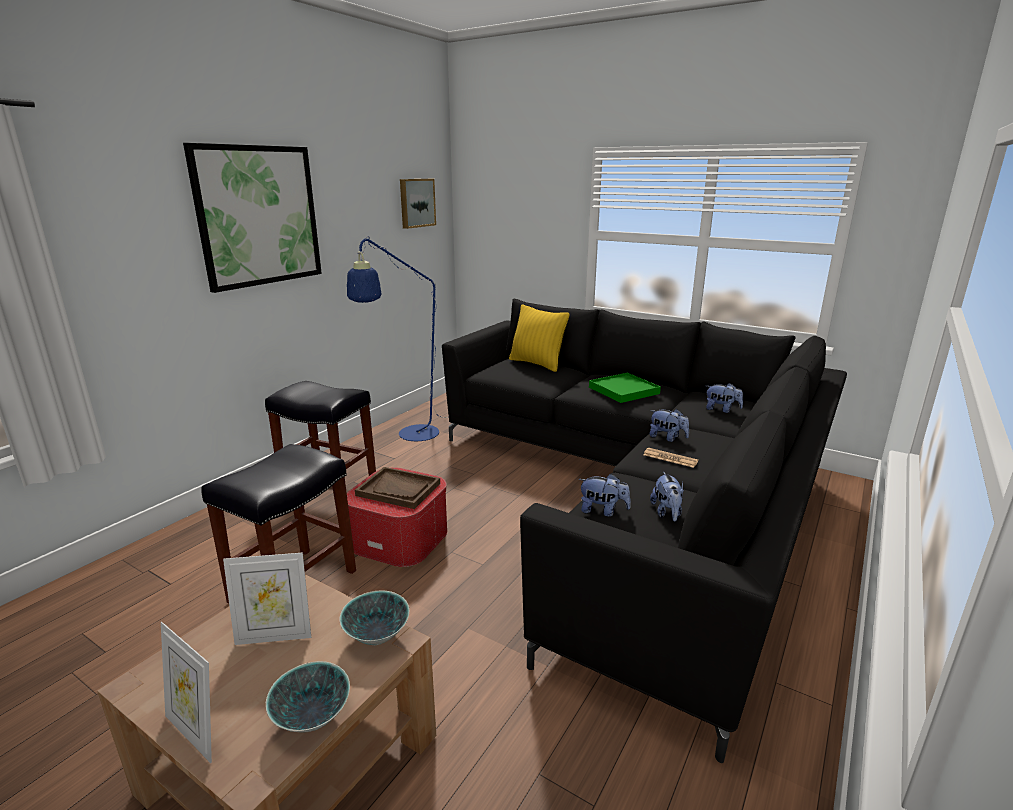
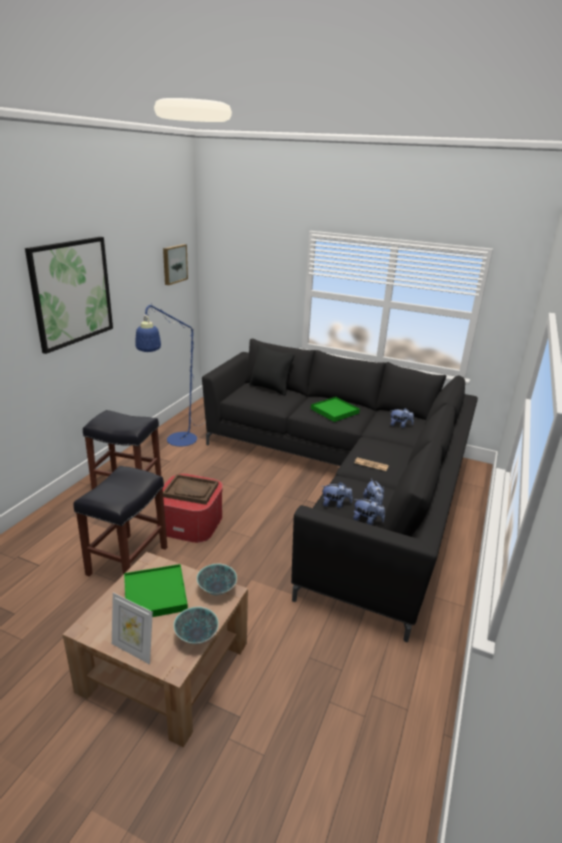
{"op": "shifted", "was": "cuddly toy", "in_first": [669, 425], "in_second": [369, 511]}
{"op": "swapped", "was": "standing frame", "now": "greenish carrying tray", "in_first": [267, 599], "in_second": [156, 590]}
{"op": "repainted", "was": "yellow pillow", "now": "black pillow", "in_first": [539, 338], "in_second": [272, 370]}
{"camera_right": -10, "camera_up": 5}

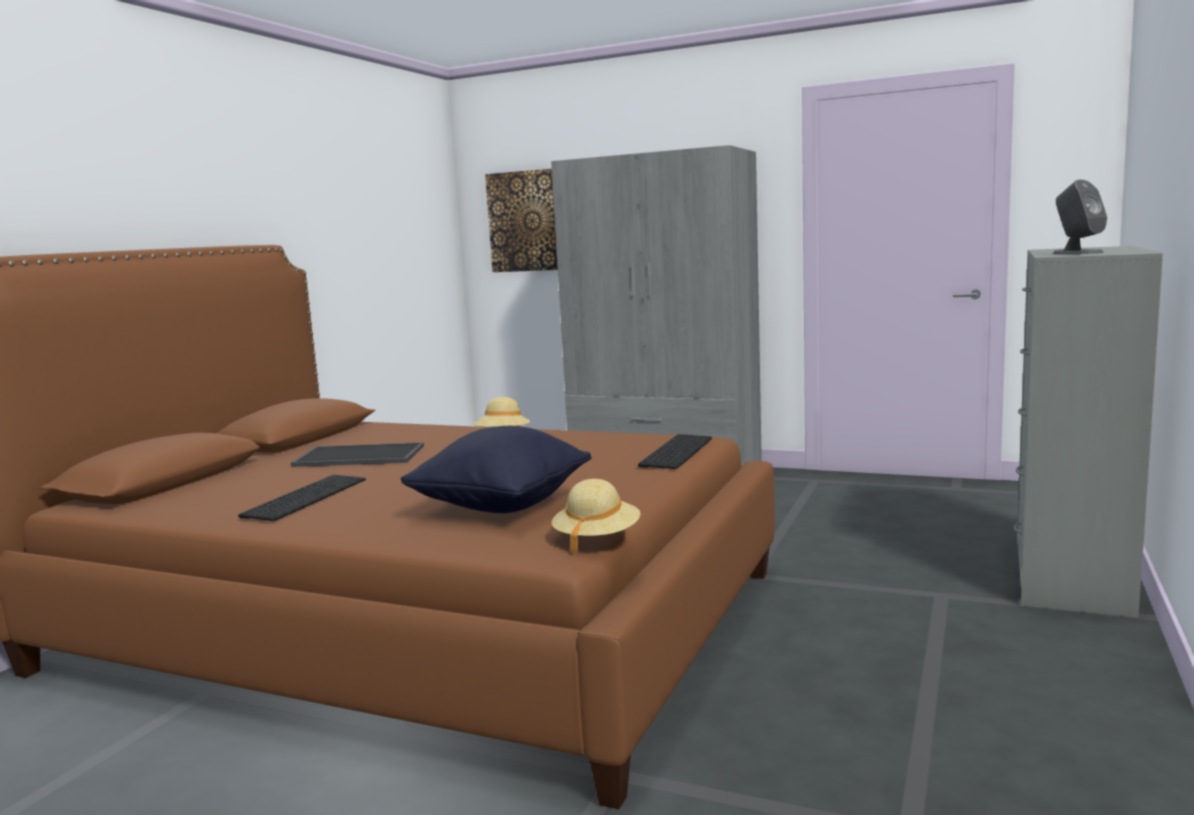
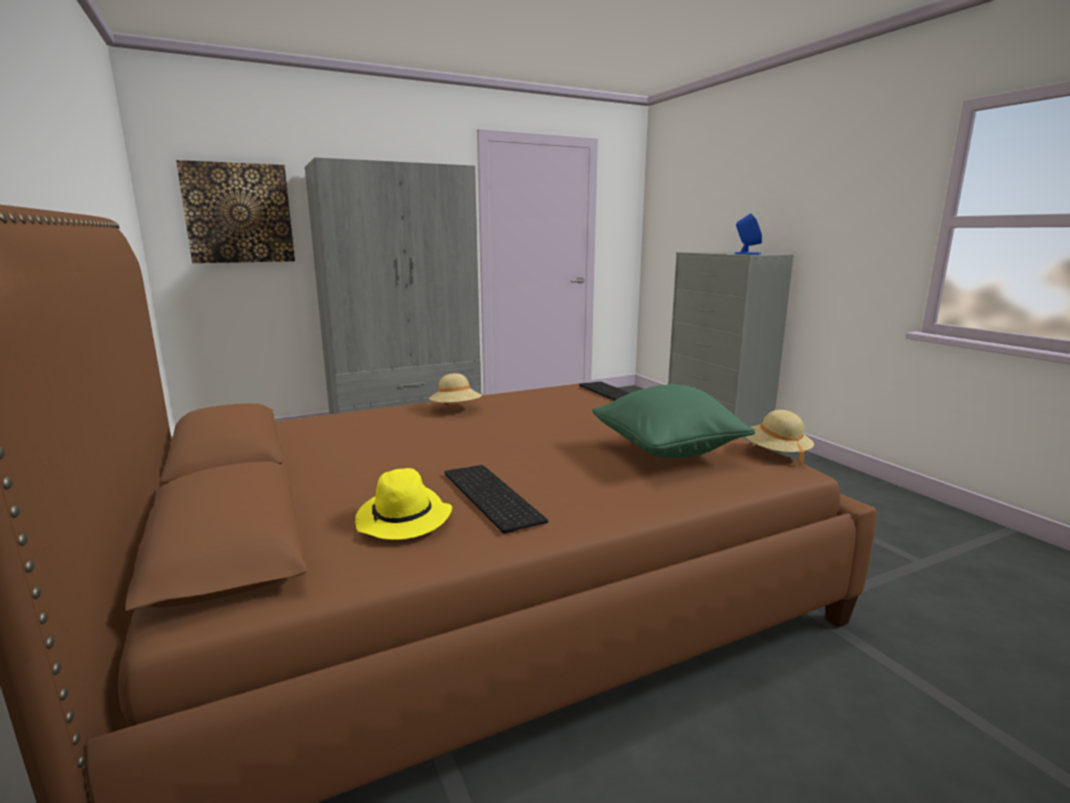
{"op": "gone", "was": "carrying tray", "in_first": [357, 454]}
{"op": "new", "now": "yellow hat", "in_second": [403, 504]}
{"op": "repainted", "was": "black pillow", "now": "greenish pillow", "in_first": [496, 469], "in_second": [673, 421]}
{"op": "repainted", "was": "gray audio speaker", "now": "blue-coloured audio speaker", "in_first": [1080, 216], "in_second": [748, 233]}
{"camera_right": -50, "camera_up": 5}

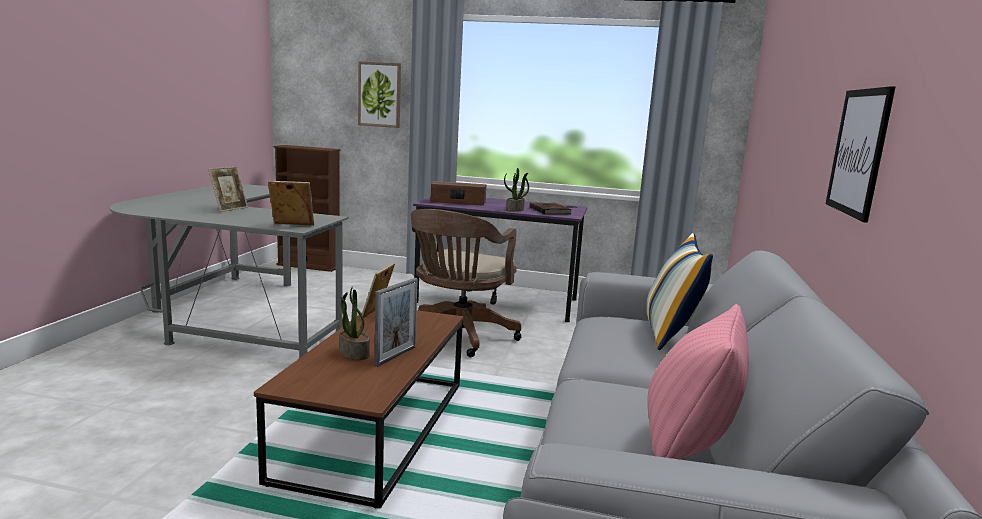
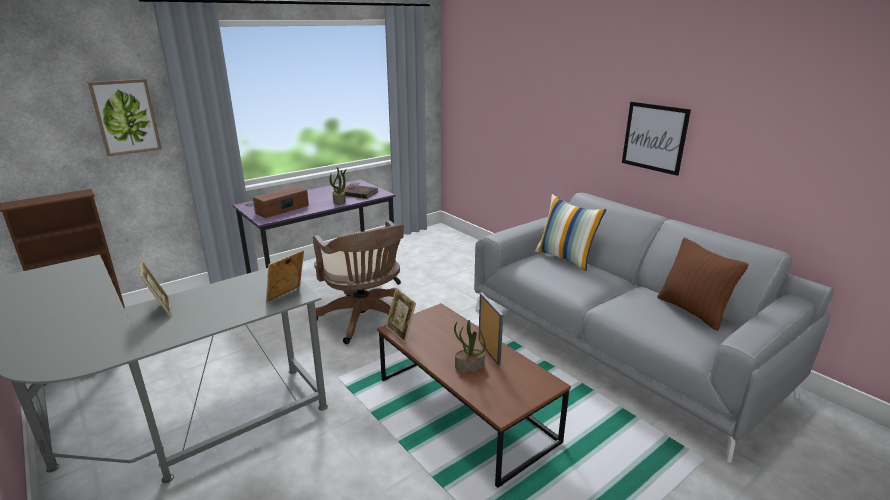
{"op": "repainted", "was": "pinkish pillow", "now": "brown pillow", "in_first": [698, 382], "in_second": [703, 284]}
{"camera_right": -50, "camera_up": 10}

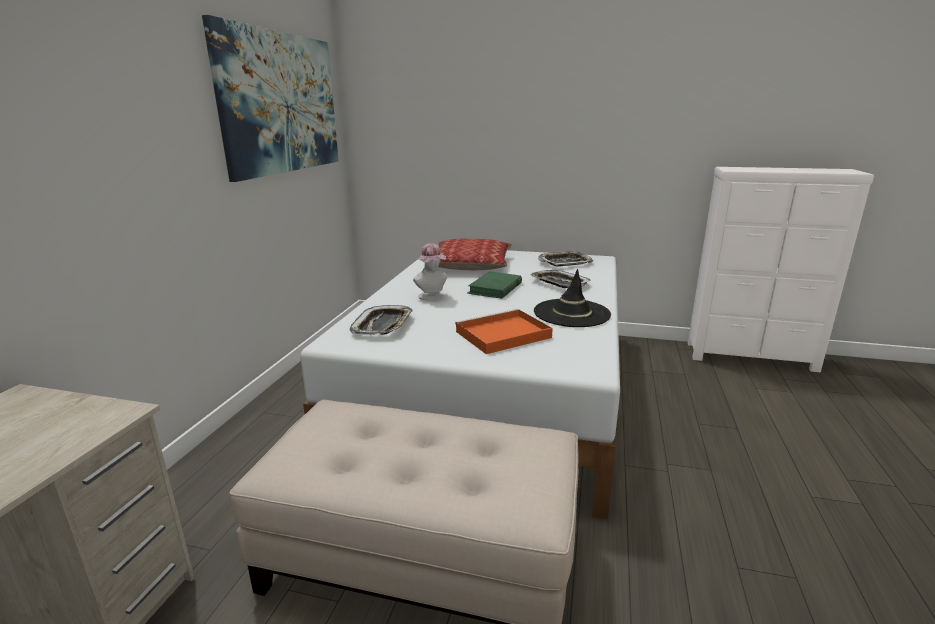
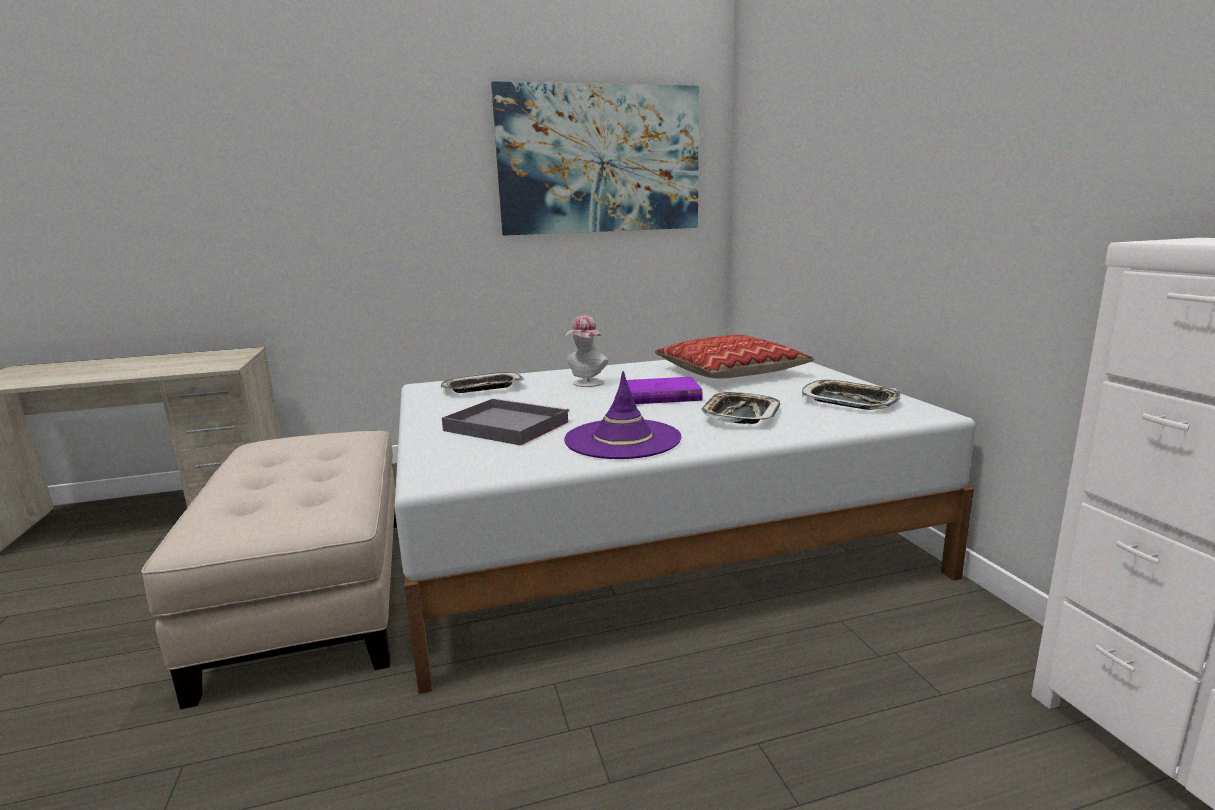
{"op": "repainted", "was": "orangey carrying tray", "now": "gray carrying tray", "in_first": [504, 331], "in_second": [506, 422]}
{"op": "repainted", "was": "greenish volume", "now": "purplish volume", "in_first": [495, 285], "in_second": [665, 390]}
{"op": "repainted", "was": "black hat", "now": "purplish hat", "in_first": [572, 298], "in_second": [623, 415]}
{"camera_right": 60, "camera_up": -5}

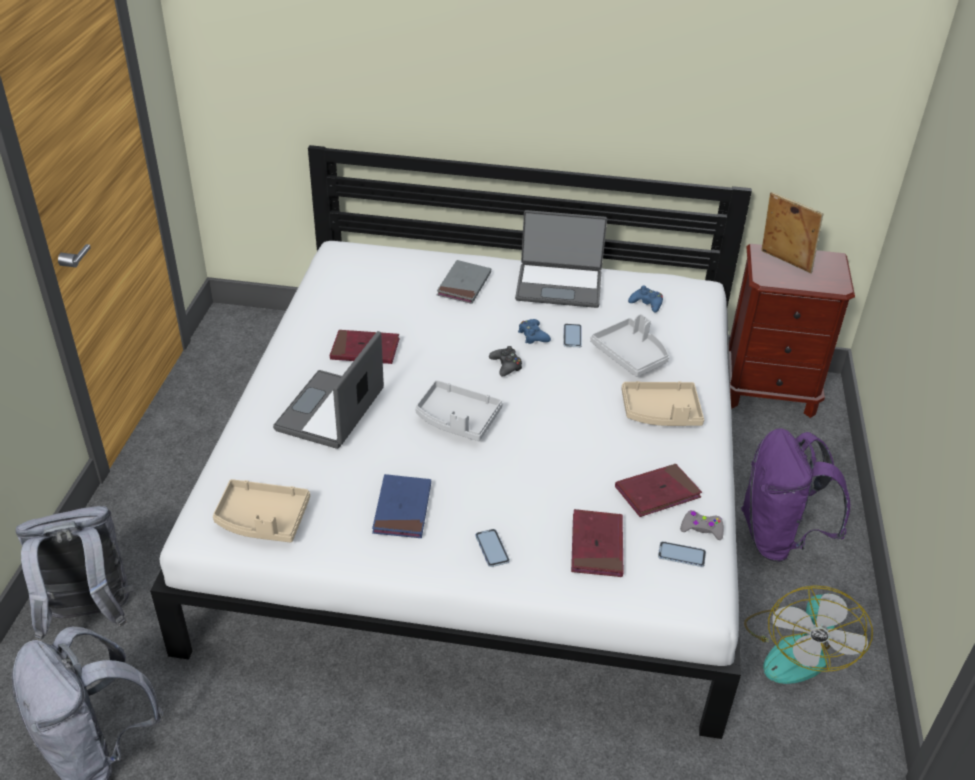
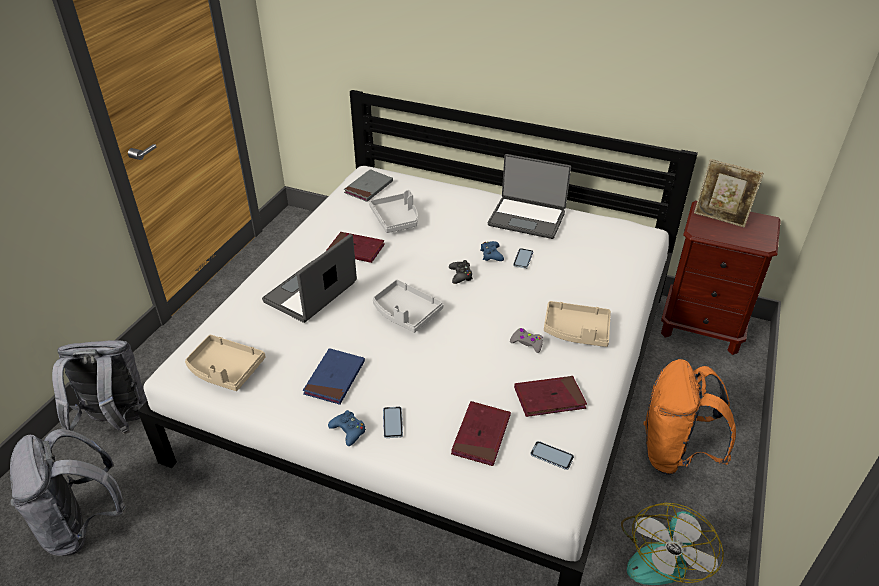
{"op": "shifted", "was": "gray volume", "in_first": [464, 282], "in_second": [368, 185]}
{"op": "shifted", "was": "gray carrying tray", "in_first": [629, 345], "in_second": [393, 211]}
{"op": "shifted", "was": "blue-coloured joypad", "in_first": [645, 298], "in_second": [347, 428]}
{"op": "shifted", "was": "gray joypad", "in_first": [702, 525], "in_second": [526, 340]}
{"op": "repainted", "was": "purplish backpack", "now": "orangey backpack", "in_first": [795, 495], "in_second": [689, 417]}
{"op": "rotated", "was": "standing frame", "in_first": [792, 232], "in_second": [729, 193], "clockwise": 150}
{"camera_right": 15, "camera_up": 0}

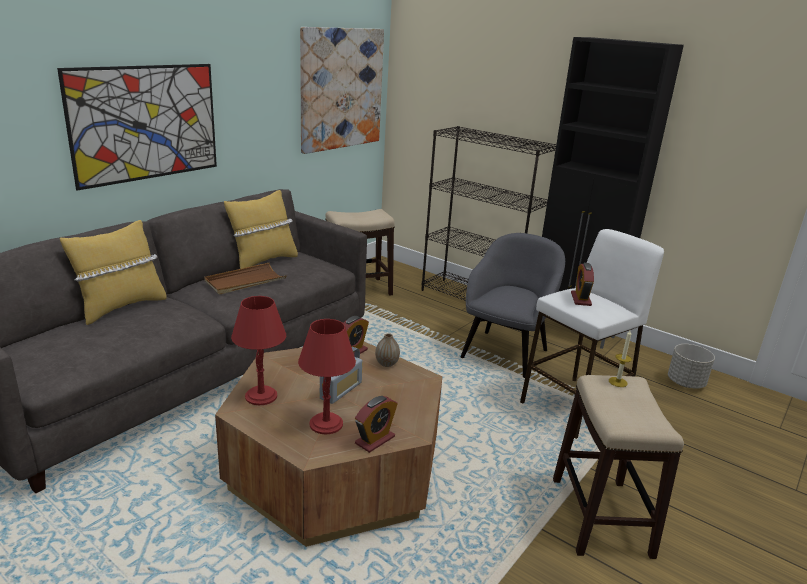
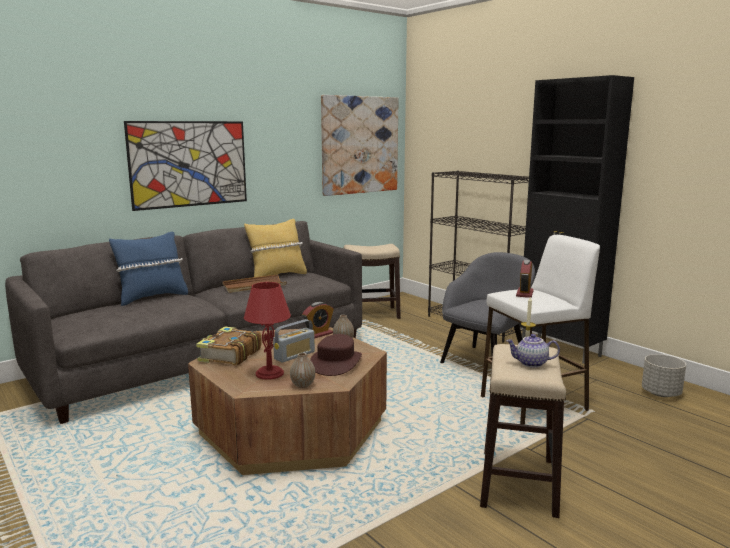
{"op": "new", "now": "brown hat", "in_second": [336, 355]}
{"op": "new", "now": "pot for tea", "in_second": [533, 351]}
{"op": "swapped", "was": "reddish lamp for a table", "now": "volume", "in_first": [258, 350], "in_second": [229, 345]}
{"op": "swapped", "was": "alarm clock", "now": "vase", "in_first": [376, 424], "in_second": [302, 370]}
{"op": "repainted", "was": "yellow pillow", "now": "blue-coloured pillow", "in_first": [113, 272], "in_second": [148, 269]}
{"camera_right": 15, "camera_up": -10}

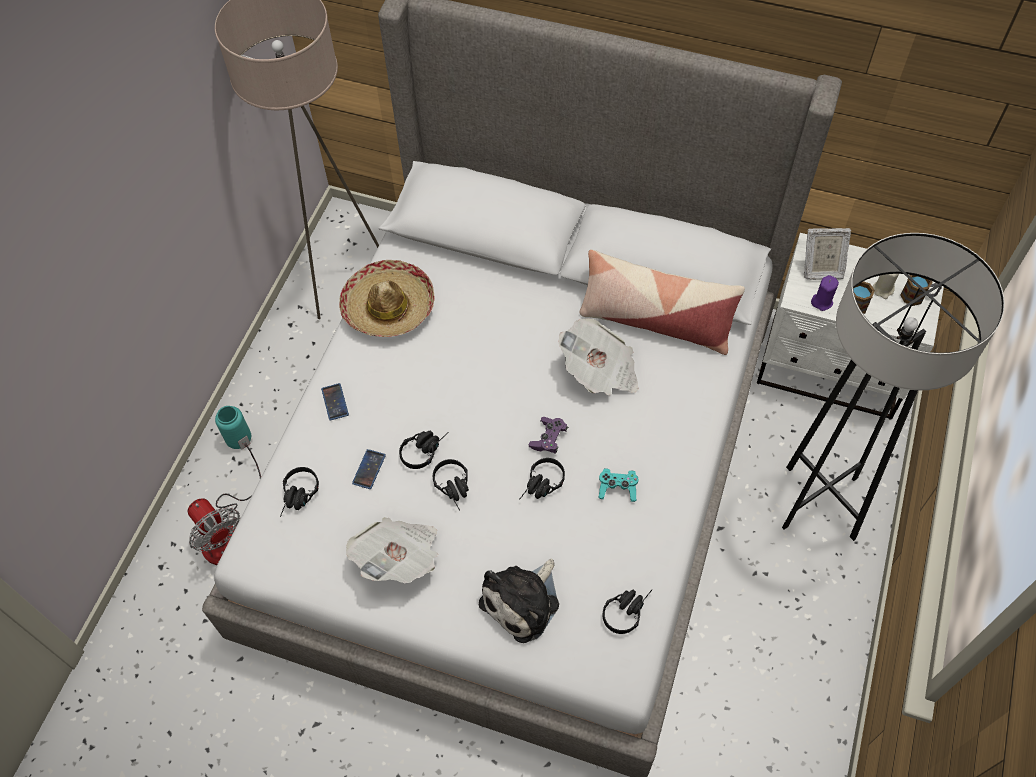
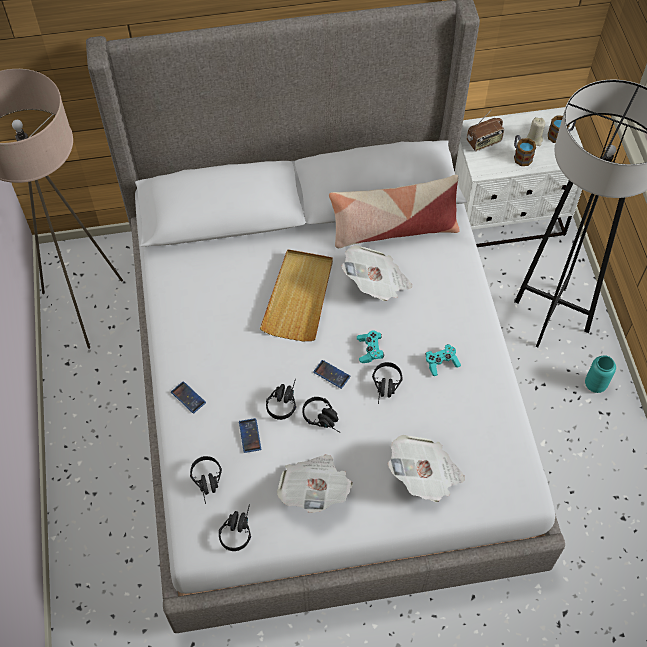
{"op": "gone", "was": "fan", "in_first": [224, 500]}
{"op": "gone", "was": "hat", "in_first": [386, 298]}
{"op": "gone", "was": "purplish candle", "in_first": [825, 293]}
{"op": "new", "now": "beige-coloured carrying tray", "in_second": [296, 295]}
{"op": "new", "now": "handset", "in_second": [332, 374]}
{"op": "shifted", "was": "turquoise-coloured vase", "in_first": [233, 427], "in_second": [600, 374]}
{"op": "shifted", "was": "black headphones", "in_first": [627, 612], "in_second": [235, 527]}
{"op": "swapped", "was": "cuddly toy", "now": "newspaper", "in_first": [519, 600], "in_second": [426, 468]}
{"op": "swapped", "was": "standing frame", "now": "radio", "in_first": [827, 254], "in_second": [485, 130]}
{"op": "repainted", "was": "purplish joypad", "now": "turquoise-coloured joypad", "in_first": [548, 435], "in_second": [370, 346]}
{"camera_right": -30, "camera_up": 0}

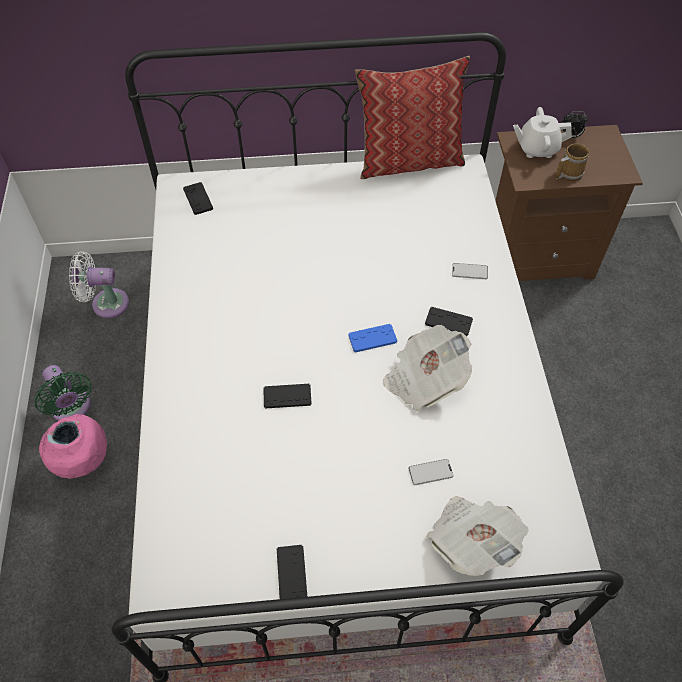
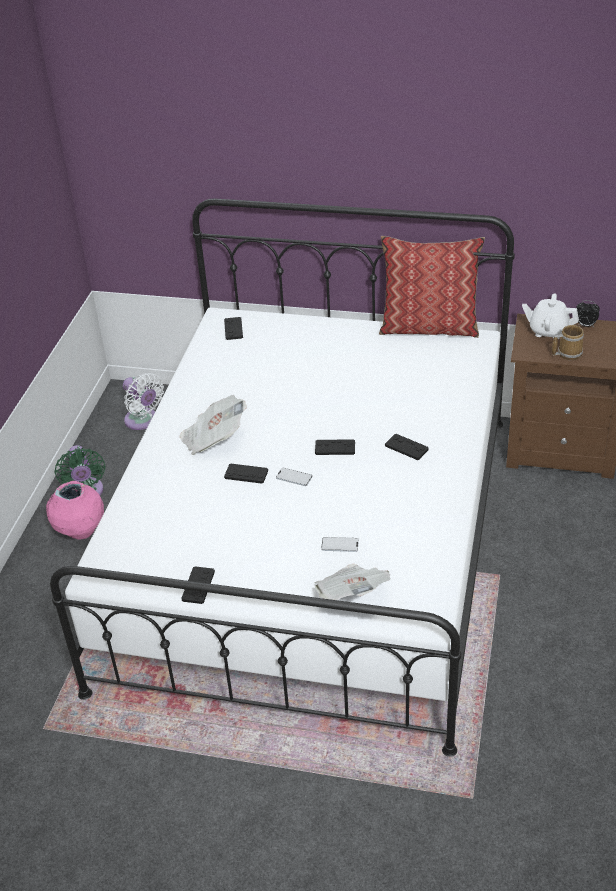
{"op": "shifted", "was": "newspaper", "in_first": [427, 368], "in_second": [213, 425]}
{"op": "shifted", "was": "handset", "in_first": [470, 271], "in_second": [294, 477]}
{"op": "repainted", "was": "blue-coloured joypad", "now": "black joypad", "in_first": [373, 338], "in_second": [335, 447]}
{"op": "rotated", "was": "whitish fan", "in_first": [99, 284], "in_second": [143, 401], "clockwise": -150}
{"camera_right": 20, "camera_up": -15}

